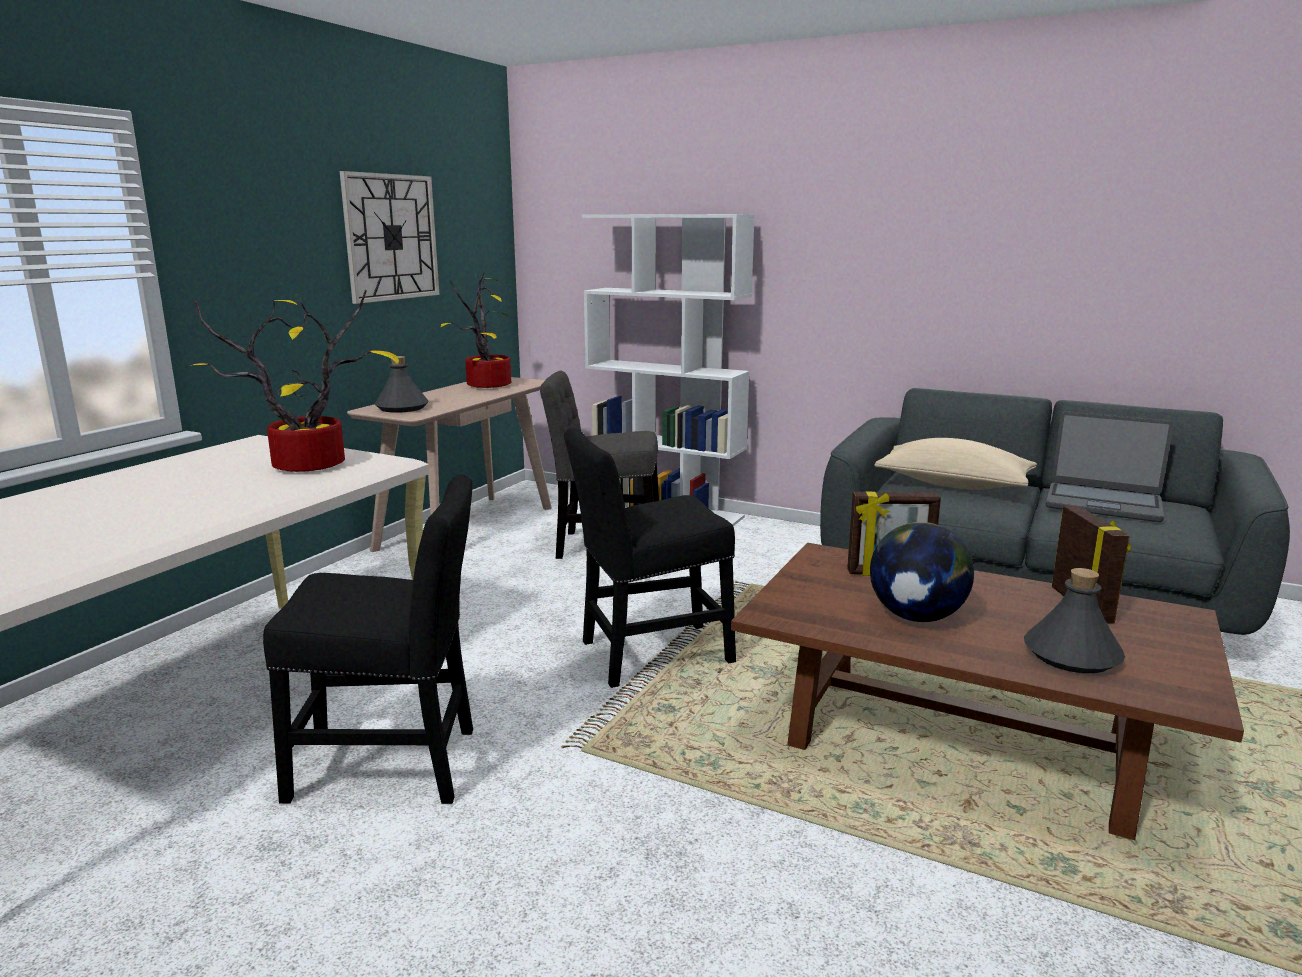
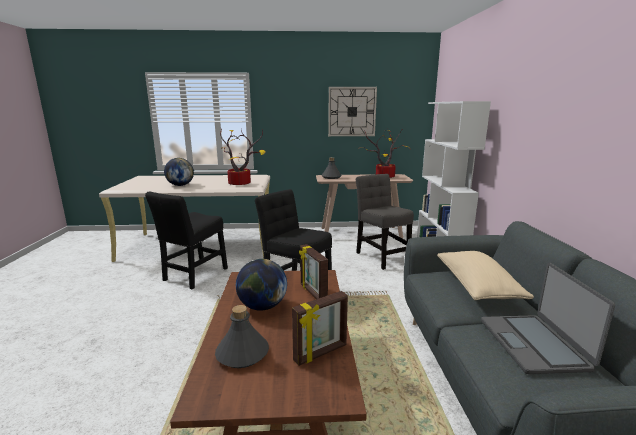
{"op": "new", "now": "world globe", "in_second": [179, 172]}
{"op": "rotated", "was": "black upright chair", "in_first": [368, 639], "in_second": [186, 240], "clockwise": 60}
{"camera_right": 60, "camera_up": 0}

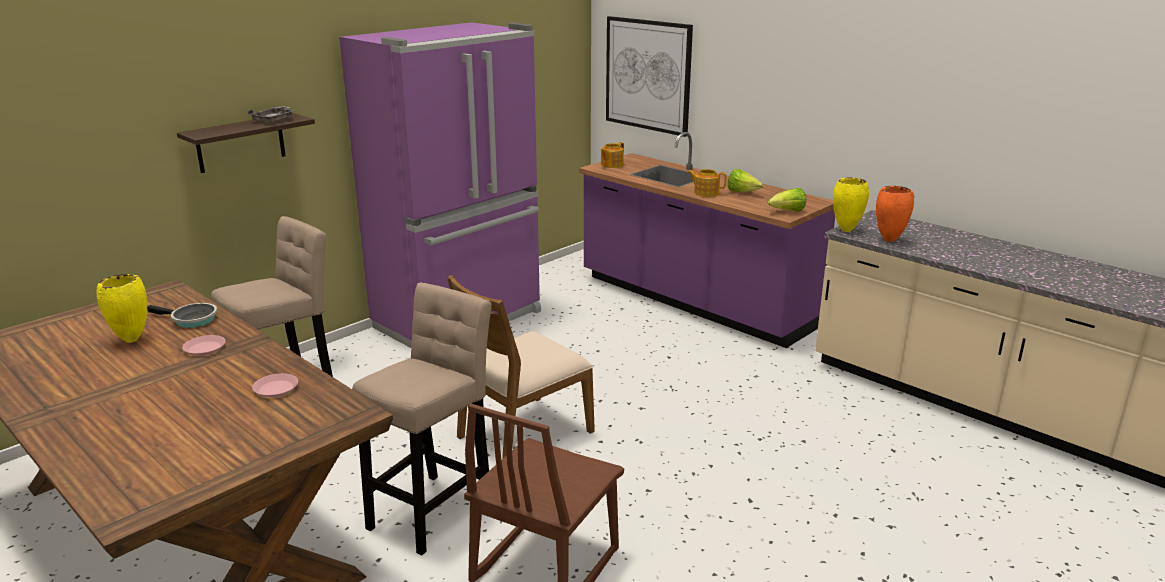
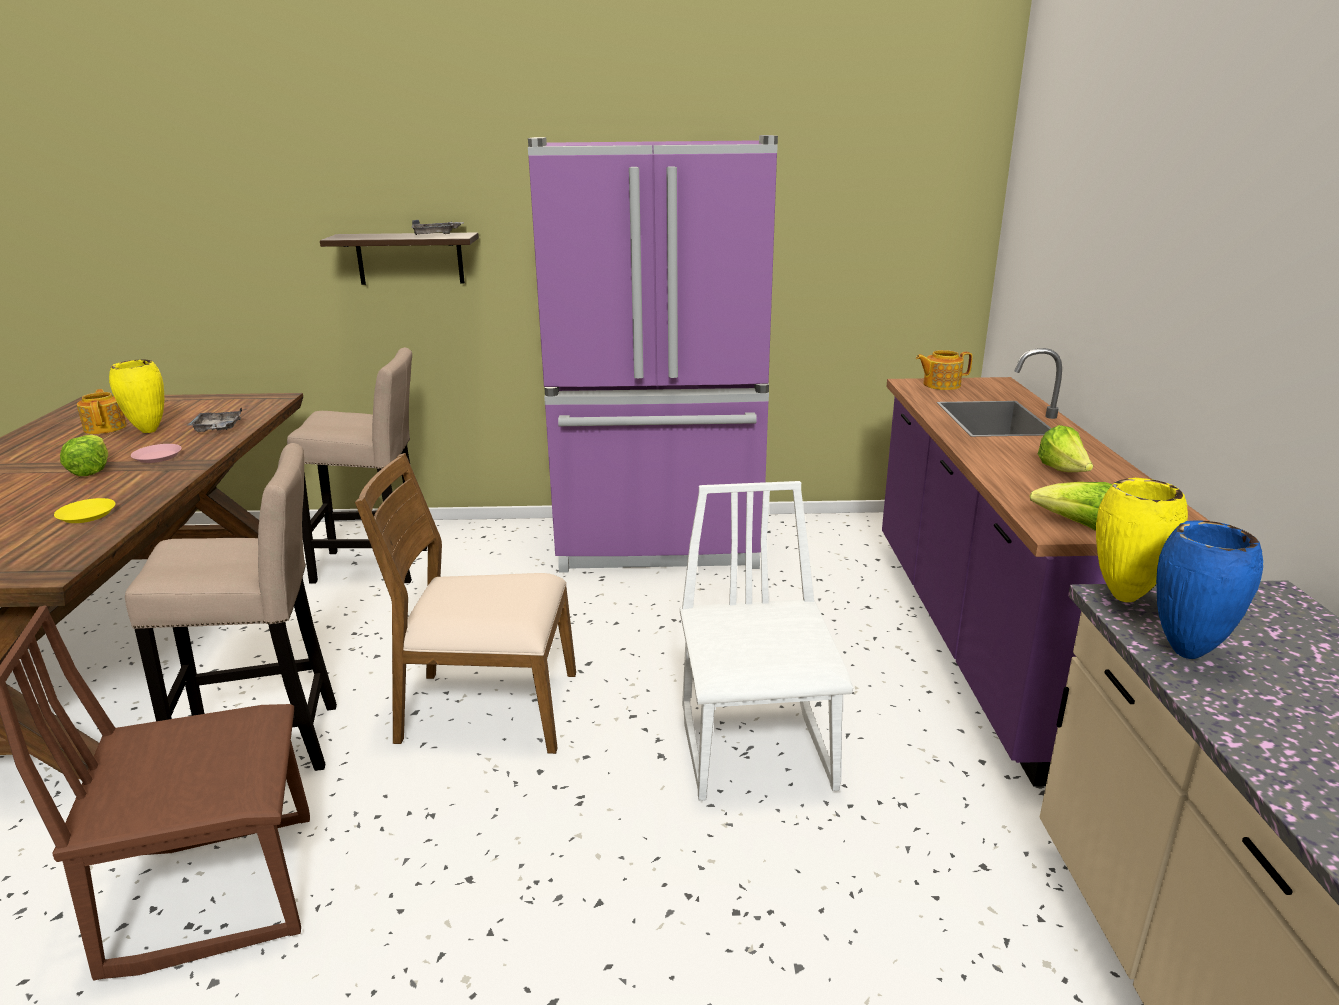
{"op": "gone", "was": "picture", "in_first": [649, 76]}
{"op": "new", "now": "lettuce", "in_second": [84, 455]}
{"op": "new", "now": "whitish upright chair", "in_second": [766, 641]}
{"op": "shifted", "was": "pot for tea", "in_first": [706, 183], "in_second": [102, 411]}
{"op": "swapped", "was": "frying pan", "now": "gray carrying tray", "in_first": [182, 315], "in_second": [215, 419]}
{"op": "repainted", "was": "pinkish plate", "now": "yellow plate", "in_first": [275, 385], "in_second": [85, 510]}
{"op": "repainted", "was": "orangey vase", "now": "blue-coloured vase", "in_first": [895, 214], "in_second": [1209, 589]}
{"camera_right": 45, "camera_up": 0}

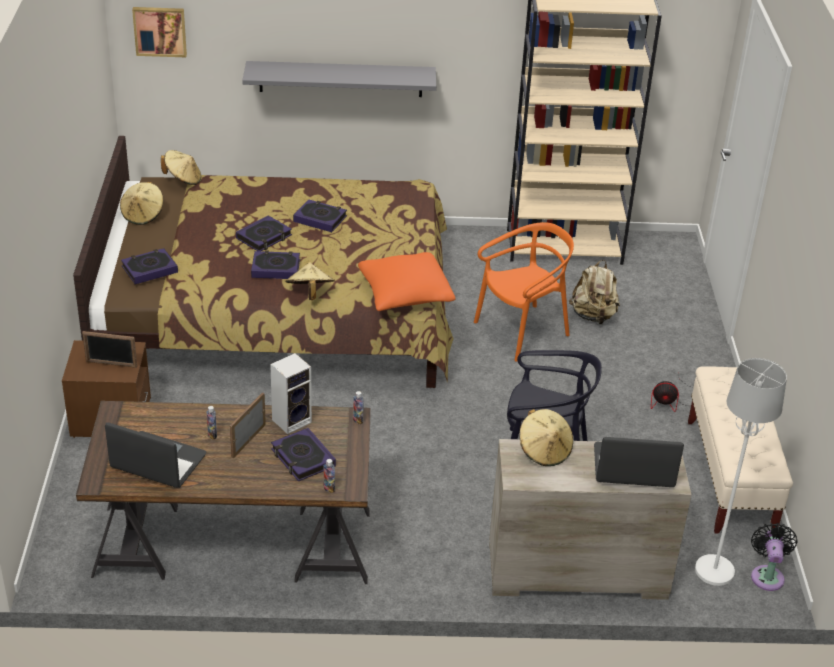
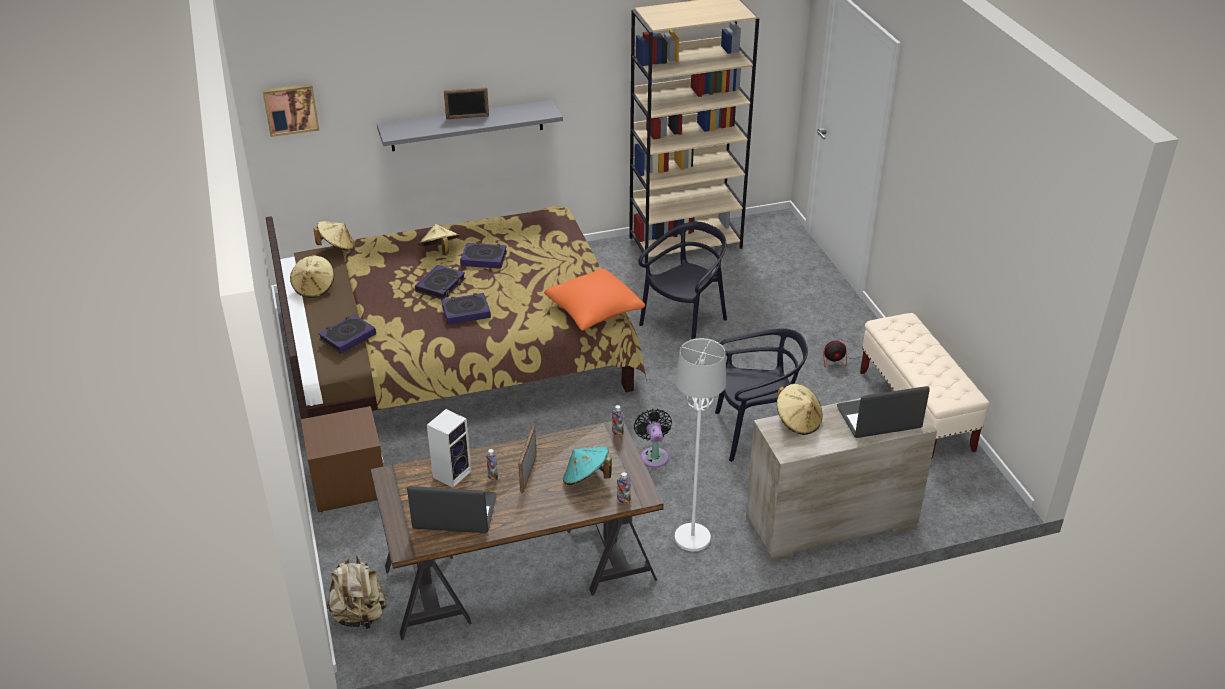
{"op": "shifted", "was": "standing frame", "in_first": [110, 349], "in_second": [466, 103]}
{"op": "shifted", "was": "audio speaker", "in_first": [291, 393], "in_second": [449, 448]}
{"op": "shifted", "was": "beige-coloured hat", "in_first": [310, 281], "in_second": [439, 239]}
{"op": "shifted", "was": "beige-coloured backpack", "in_first": [594, 292], "in_second": [356, 592]}
{"op": "shifted", "was": "whitish floor lamp", "in_first": [741, 472], "in_second": [701, 444]}
{"op": "shifted", "was": "black fan", "in_first": [774, 557], "in_second": [653, 438]}
{"op": "swapped", "was": "volume", "now": "turquoise-coloured hat", "in_first": [303, 455], "in_second": [587, 465]}
{"op": "repainted", "was": "orangey upright chair", "now": "black upright chair", "in_first": [524, 291], "in_second": [682, 280]}
{"camera_right": -15, "camera_up": 0}

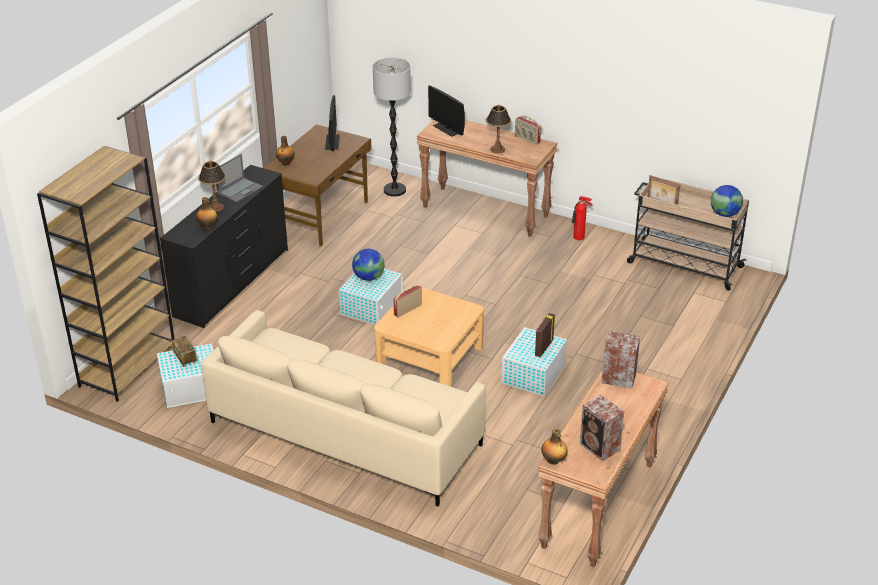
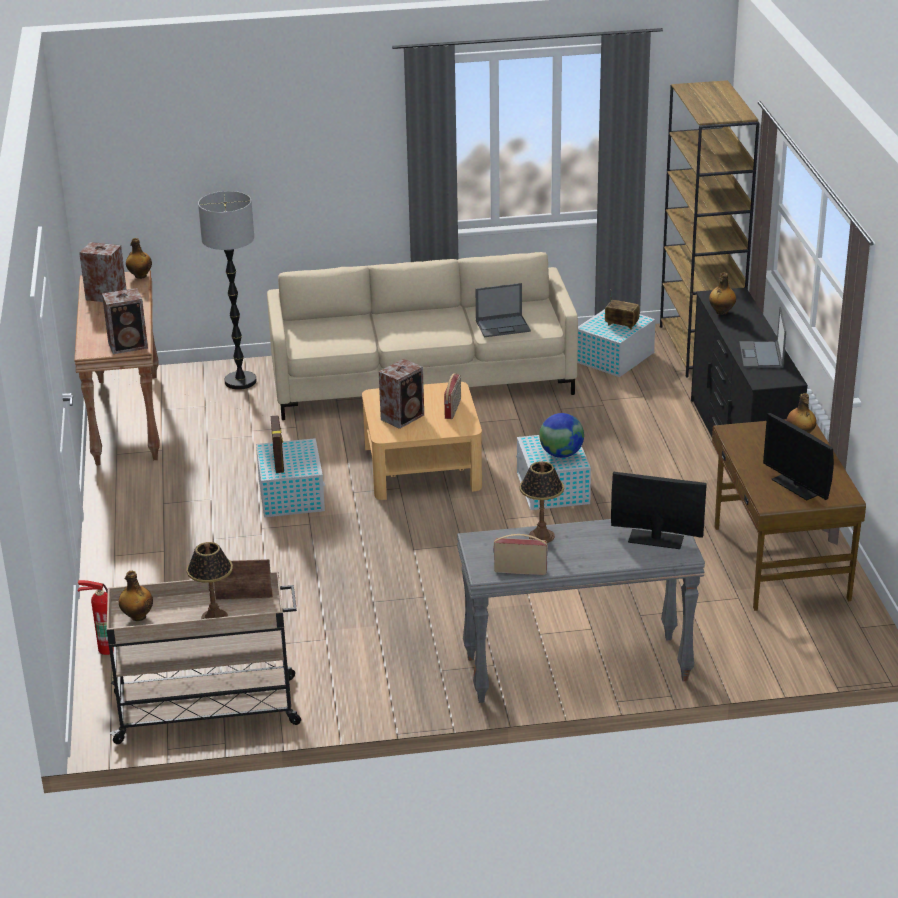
{"op": "new", "now": "audio speaker", "in_second": [401, 394]}
{"op": "new", "now": "portable computer", "in_second": [503, 310]}
{"op": "shifted", "was": "lamp for a table", "in_first": [212, 186], "in_second": [209, 580]}
{"op": "shifted", "was": "floor lamp", "in_first": [392, 127], "in_second": [227, 290]}
{"op": "shifted", "was": "fire-fighting cylinder", "in_first": [582, 218], "in_second": [96, 617]}
{"op": "swapped", "was": "world globe", "now": "beverage bottle", "in_first": [727, 201], "in_second": [136, 596]}
{"op": "repainted", "was": "brown console table", "now": "gray console table", "in_first": [487, 178], "in_second": [581, 611]}
{"camera_right": 145, "camera_up": -5}

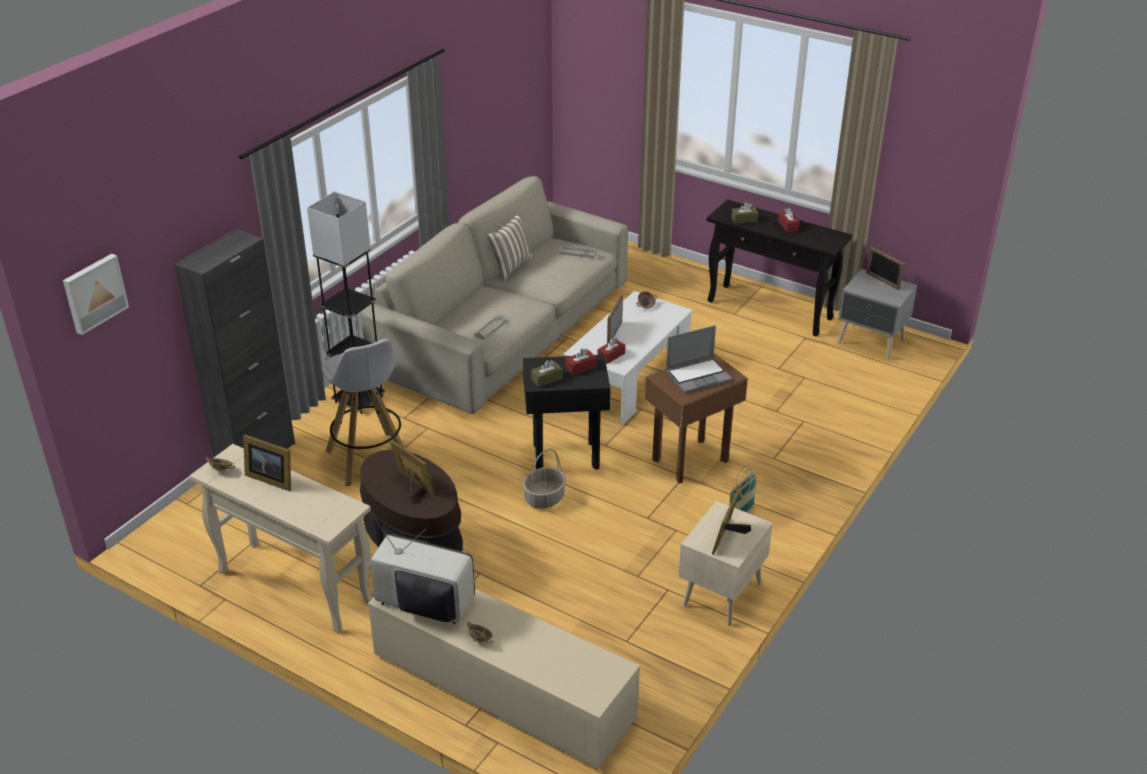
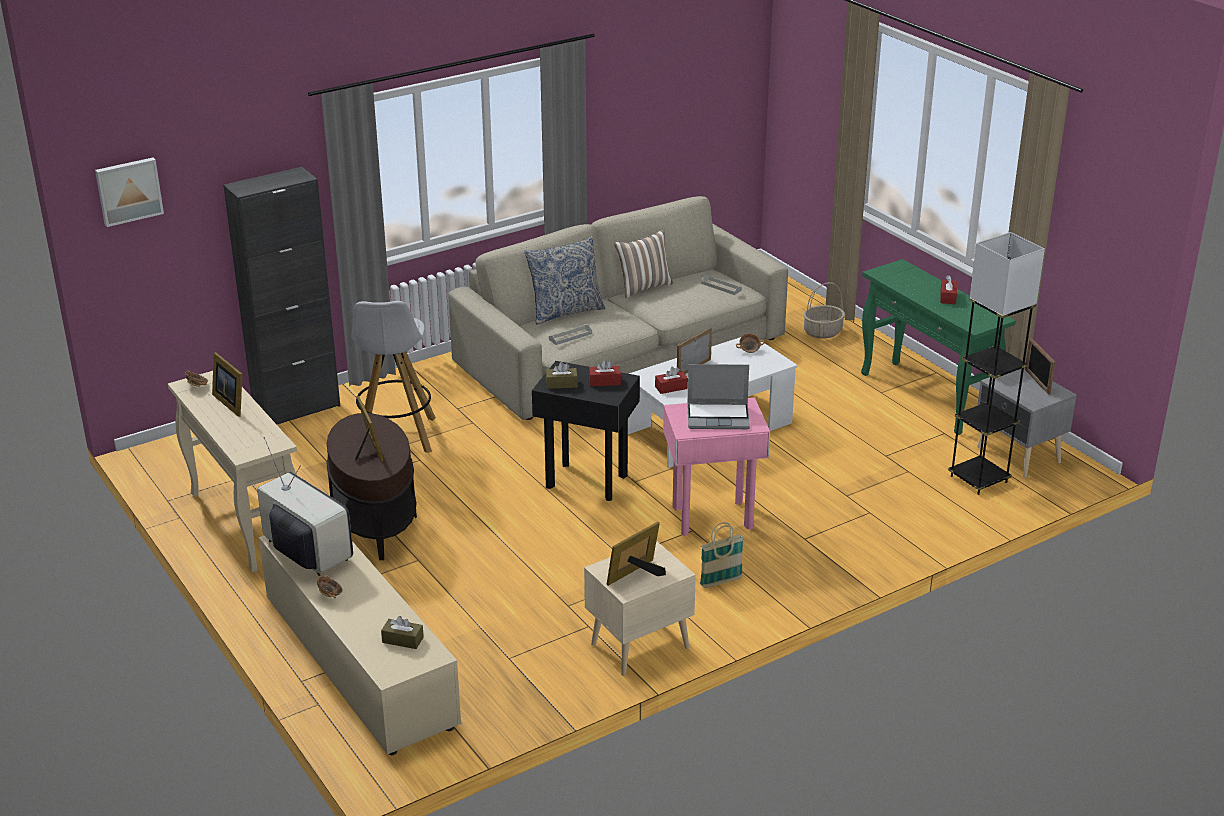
{"op": "new", "now": "pillow", "in_second": [564, 280]}
{"op": "shifted", "was": "gray floor lamp", "in_first": [346, 302], "in_second": [996, 363]}
{"op": "shifted", "was": "basket", "in_first": [544, 479], "in_second": [824, 310]}
{"op": "shifted", "was": "brown tissue holder", "in_first": [744, 213], "in_second": [402, 632]}
{"op": "repainted", "was": "brown accent table", "now": "pinkish accent table", "in_first": [696, 418], "in_second": [716, 467]}
{"op": "repainted", "was": "black console table", "now": "greenish console table", "in_first": [779, 268], "in_second": [938, 347]}
{"camera_right": 25, "camera_up": -5}

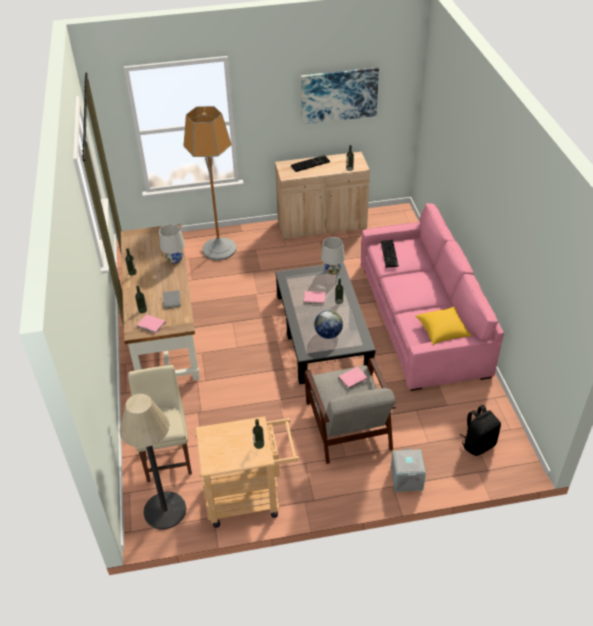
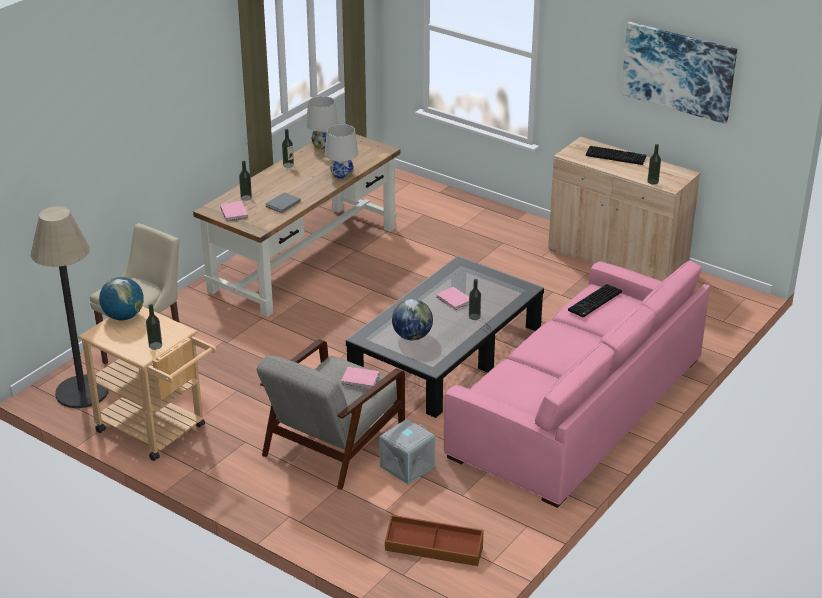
{"op": "gone", "was": "floor lamp", "in_first": [209, 183]}
{"op": "gone", "was": "yellow pillow", "in_first": [444, 326]}
{"op": "new", "now": "world globe", "in_second": [121, 298]}
{"op": "shifted", "was": "whitish lamp for a table", "in_first": [333, 256], "in_second": [322, 122]}
{"op": "shifted", "was": "gray storage box", "in_first": [408, 470], "in_second": [407, 451]}
{"op": "swapped", "was": "black backpack", "now": "brown storage box", "in_first": [480, 430], "in_second": [434, 540]}
{"camera_right": 45, "camera_up": -10}

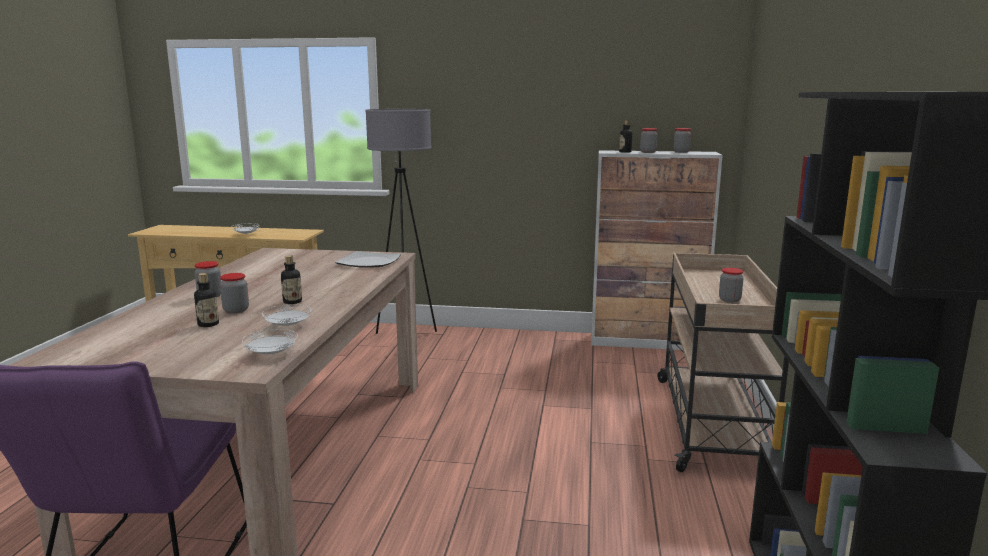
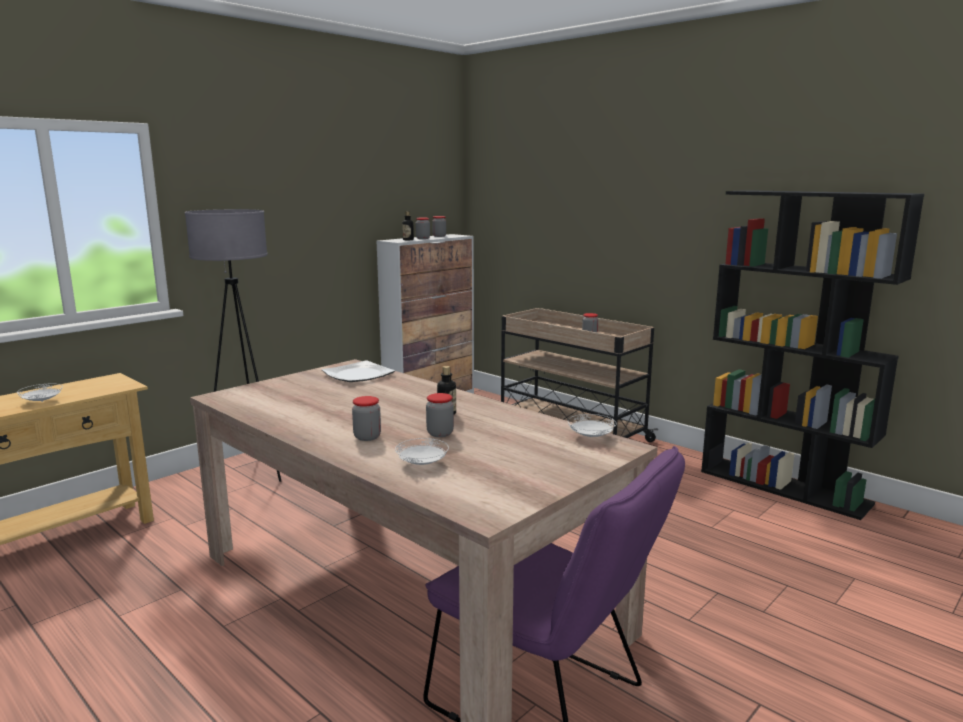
{"op": "gone", "was": "beverage bottle", "in_first": [206, 300]}
{"op": "shifted", "was": "whitish plate", "in_first": [286, 315], "in_second": [422, 451]}
{"camera_right": -55, "camera_up": 0}

